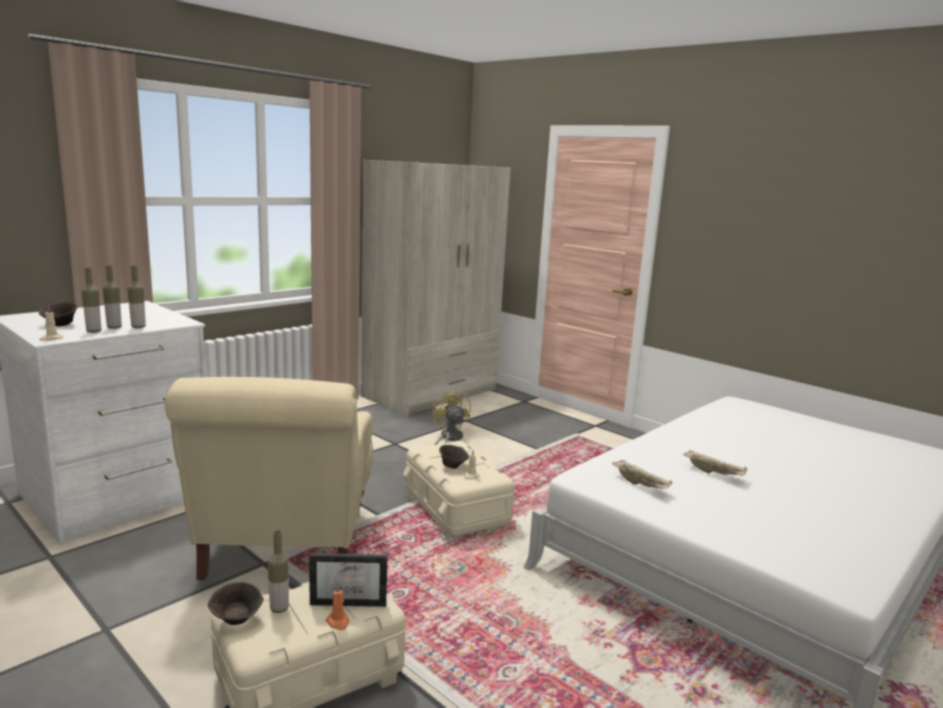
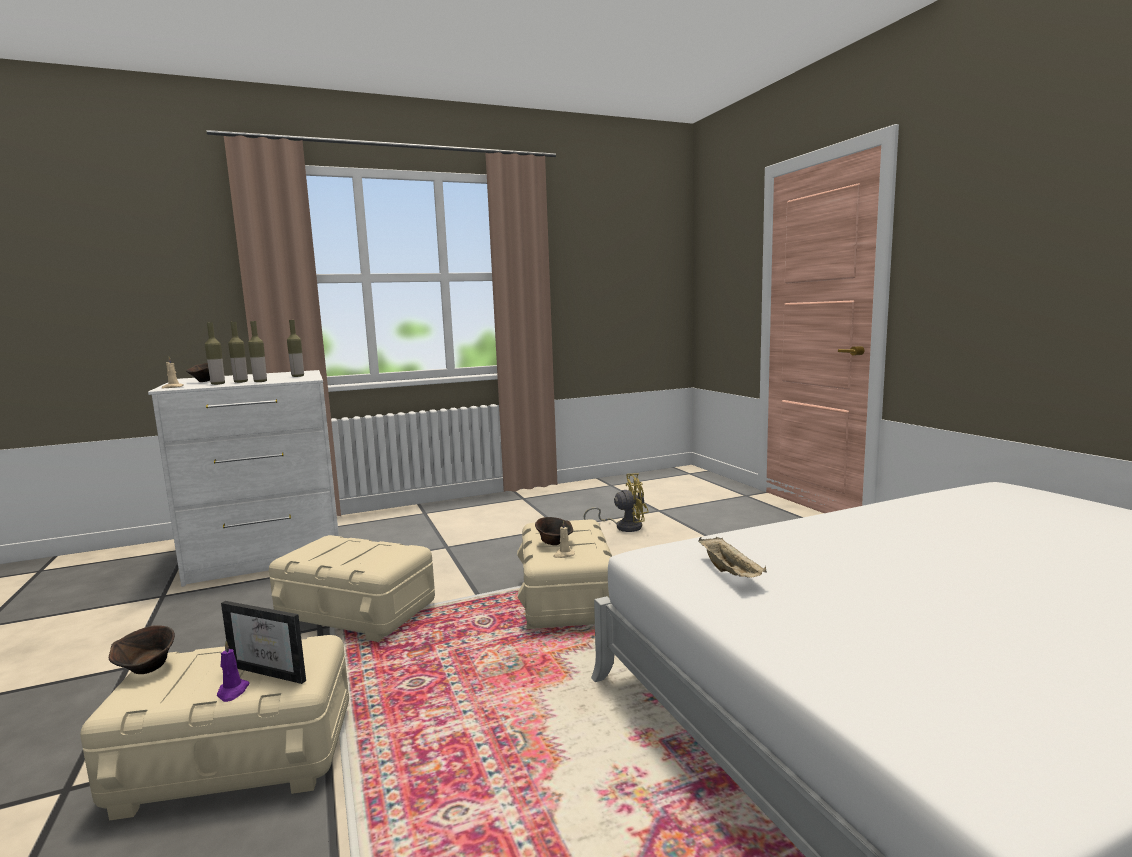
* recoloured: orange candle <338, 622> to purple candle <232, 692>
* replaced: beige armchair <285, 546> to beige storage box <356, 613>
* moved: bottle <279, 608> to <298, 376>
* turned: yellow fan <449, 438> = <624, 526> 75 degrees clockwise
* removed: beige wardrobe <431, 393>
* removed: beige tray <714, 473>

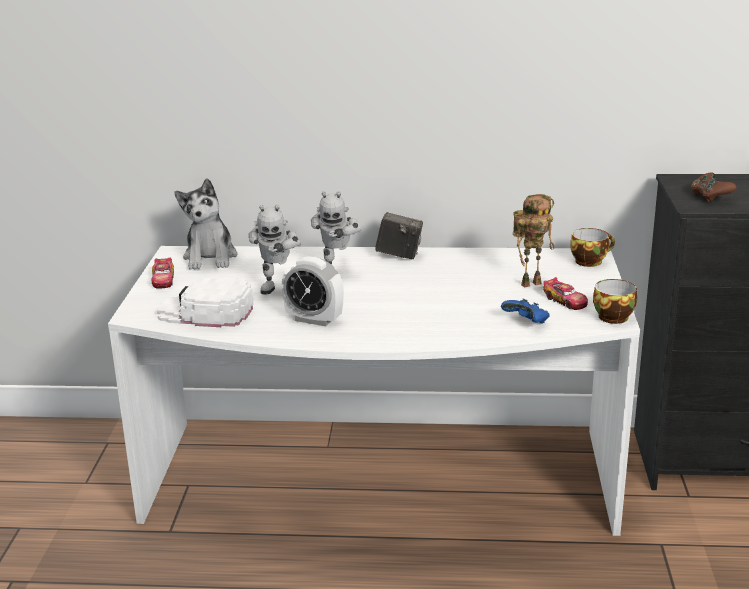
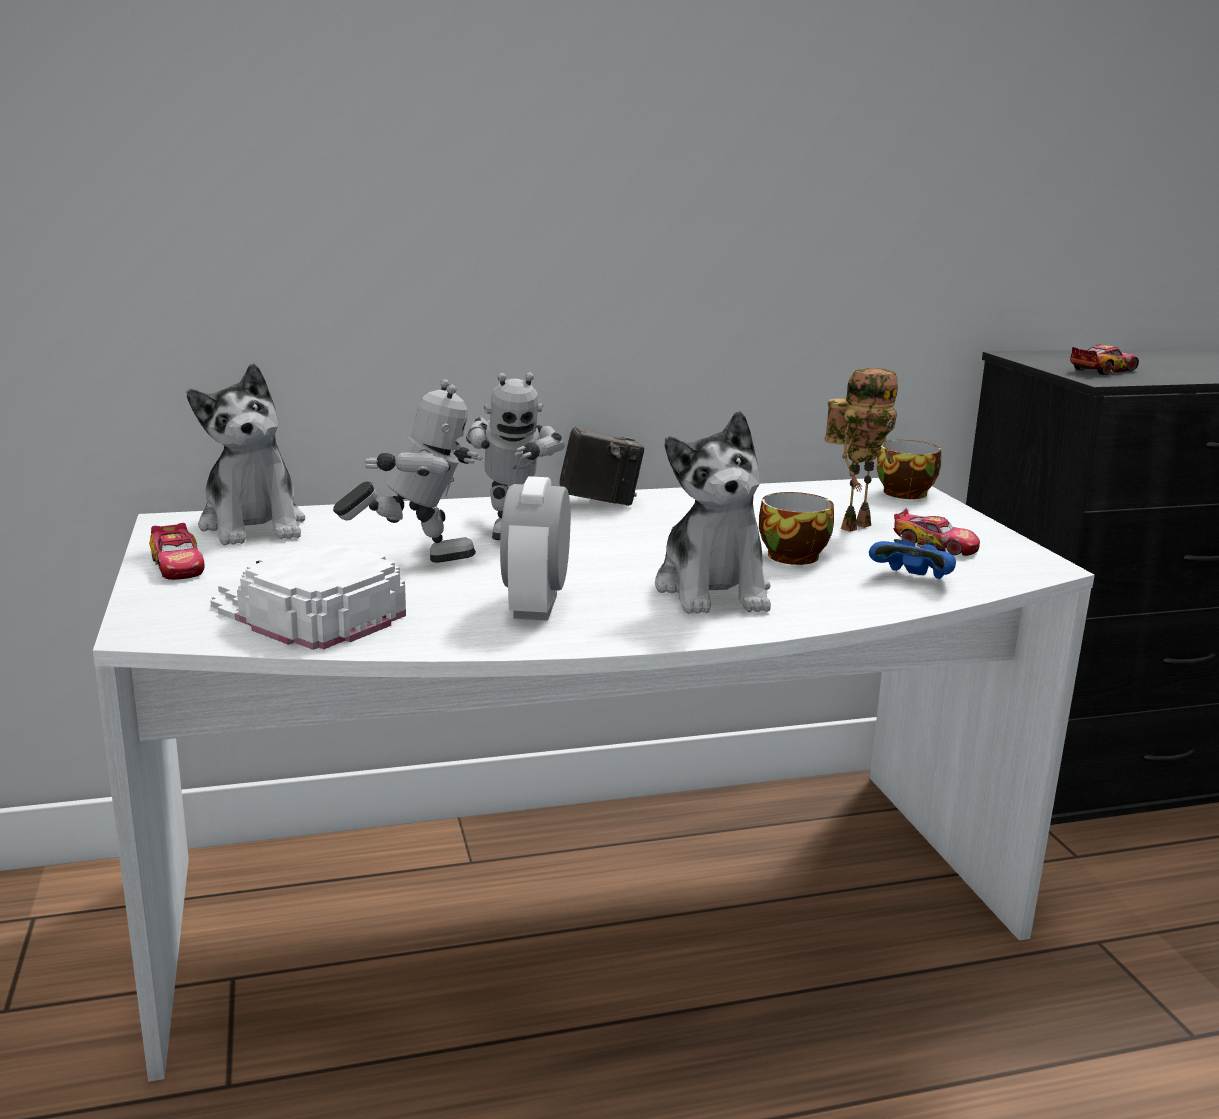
* turned: white cap <206, 312> = <305, 611> 45 degrees clockwise
* turned: toy robot <276, 285> = <417, 558> 90 degrees counterclockwise
* turned: alarm clock <314, 320> = <536, 606> 90 degrees clockwise
* added: plush toy <713, 590>
* moved: cup <613, 316> to <792, 555>
* replaced: brown game controller <710, 197> to toy car <1104, 370>

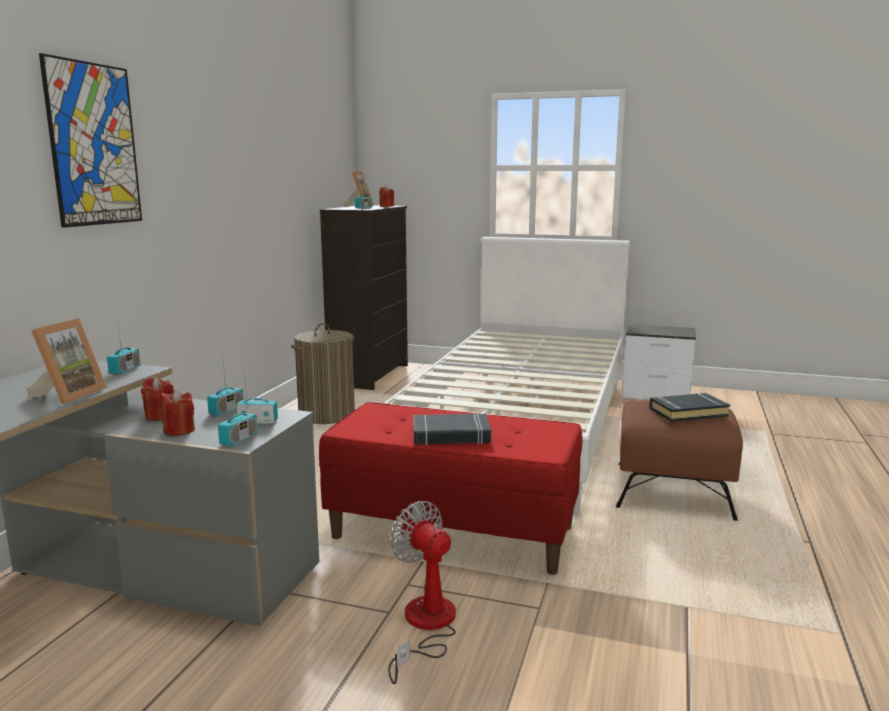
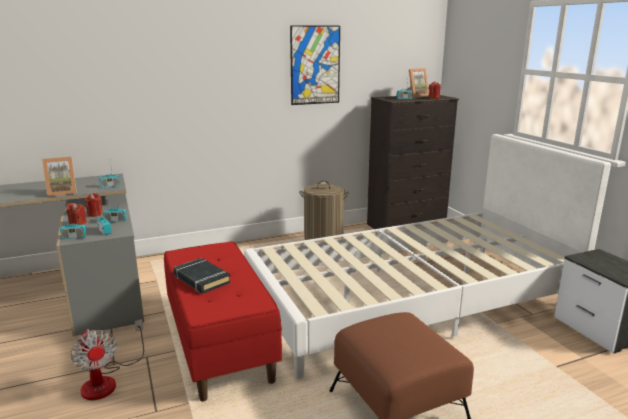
* turned: fan <425, 626> = <107, 381> 135 degrees clockwise
* moved: picture <94, 145> to <315, 65>
* removed: black book <688, 412>

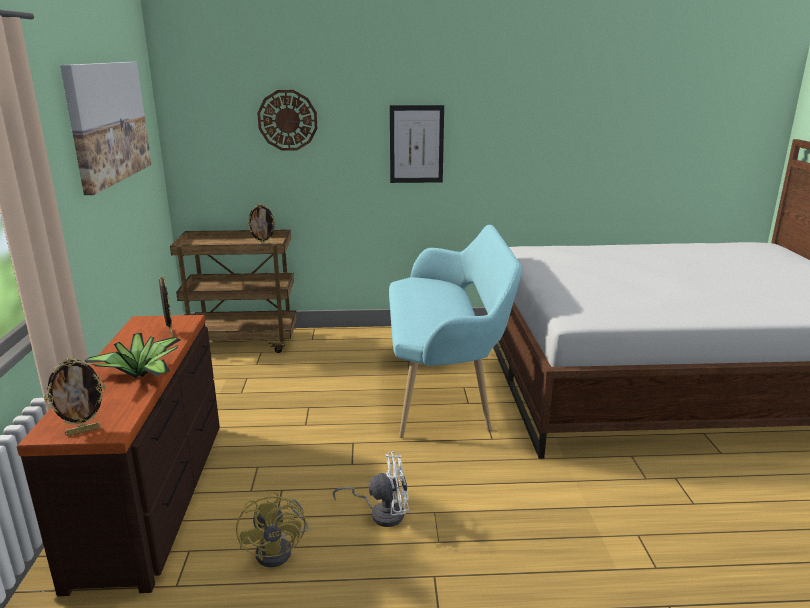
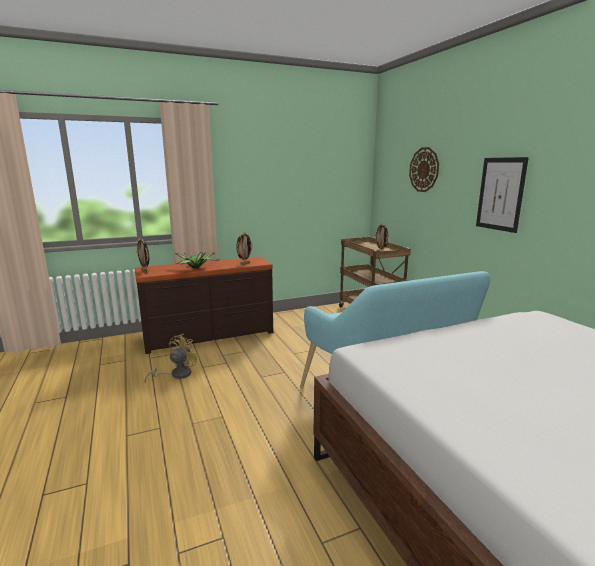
* turned: yellow fan <280, 550> = <176, 374> 150 degrees clockwise
* removed: picture <108, 122>
* removed: white fan <382, 513>

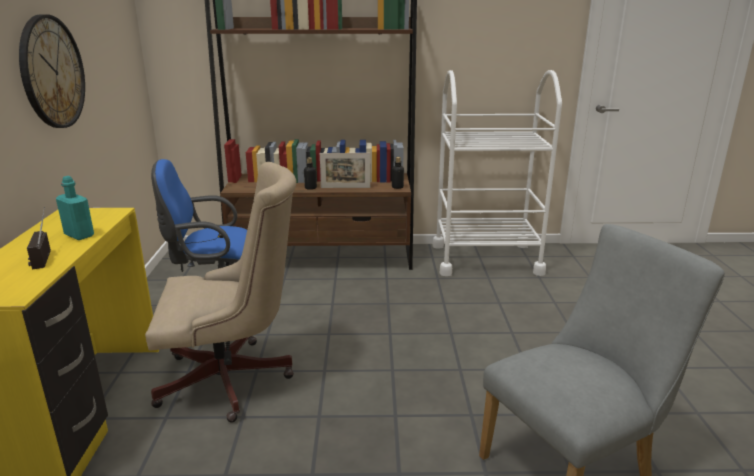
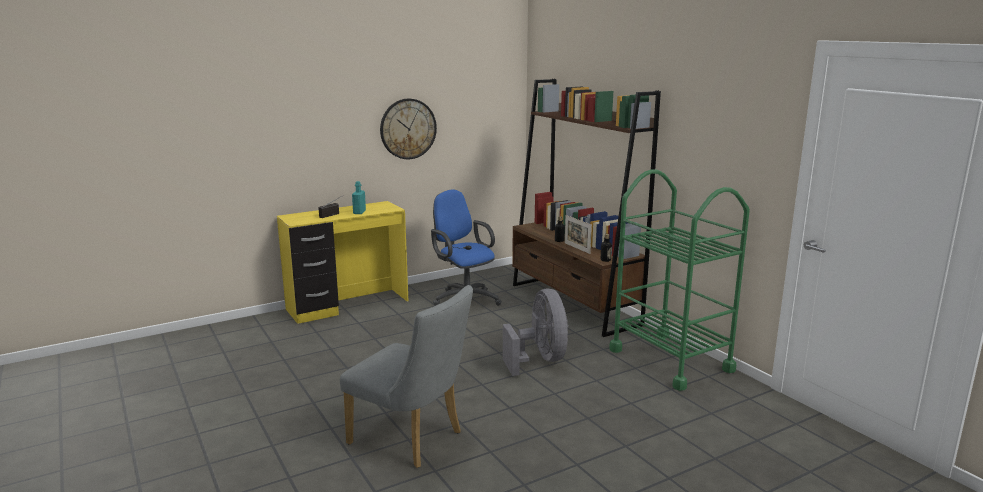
* added: grey fan <540, 360>
* recoloured: white cart <485, 259> to green cart <670, 360>
* removed: beige office chair <233, 380>

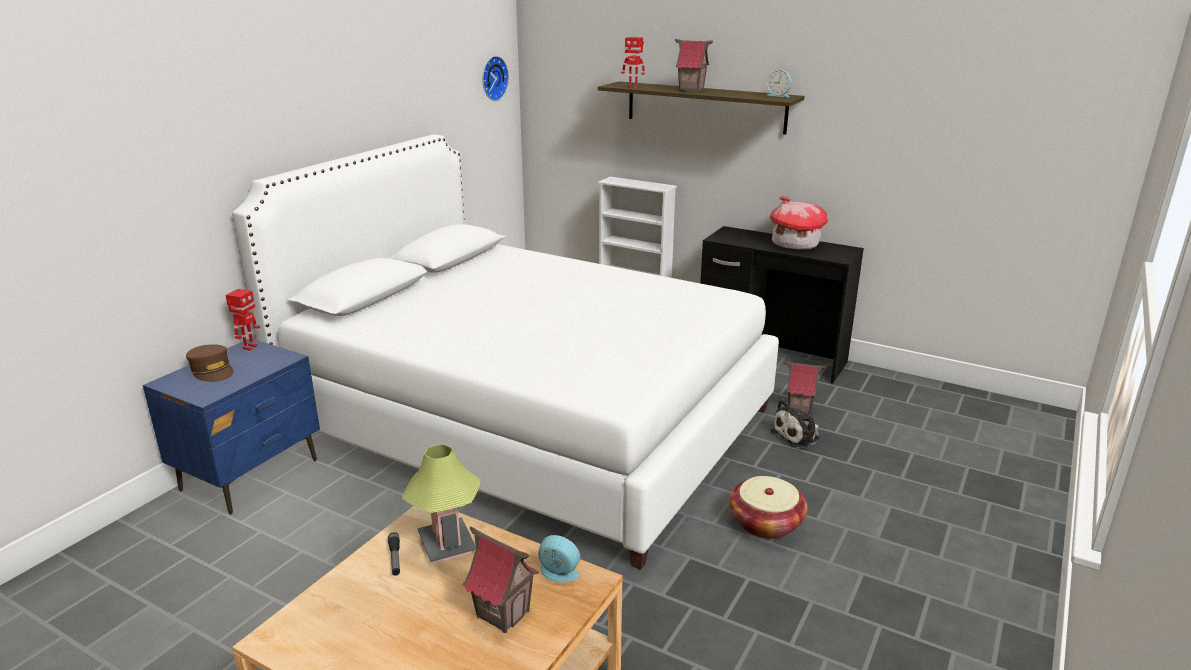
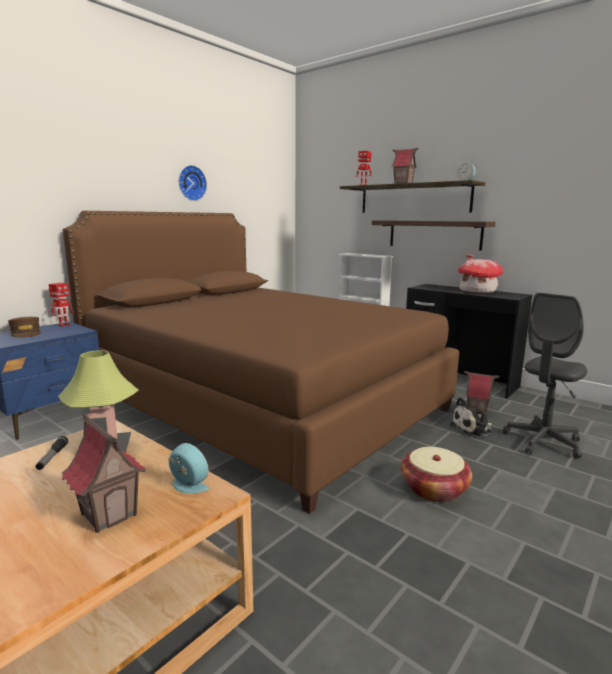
* recoloured: white bed <529, 421> to brown bed <262, 403>
* moved: wall clock <492, 78> to <191, 183>
* added: shelf <434, 234>
* added: grey office chair <543, 442>

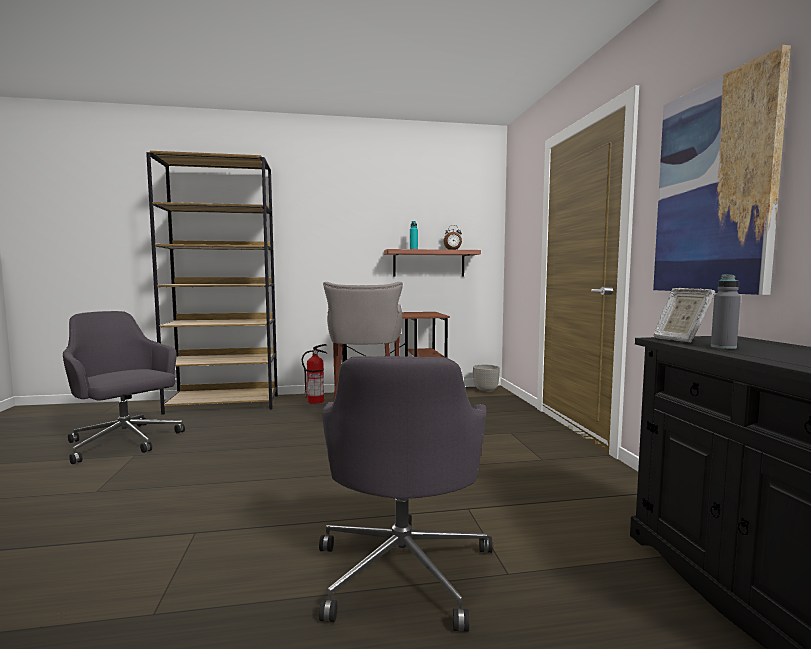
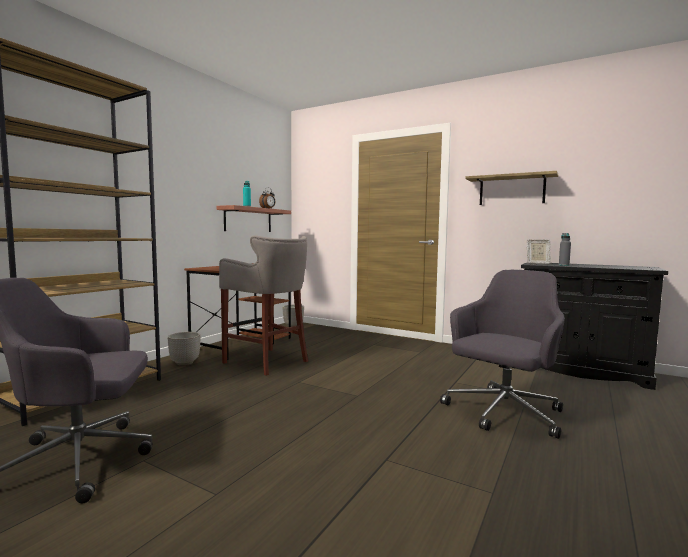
* replaced: fire extinguisher <316, 401> to planter <184, 362>
* turned: grey office chair <403, 568> = <503, 413> 90 degrees counterclockwise
* replaced: picture <714, 188> to shelf <511, 190>

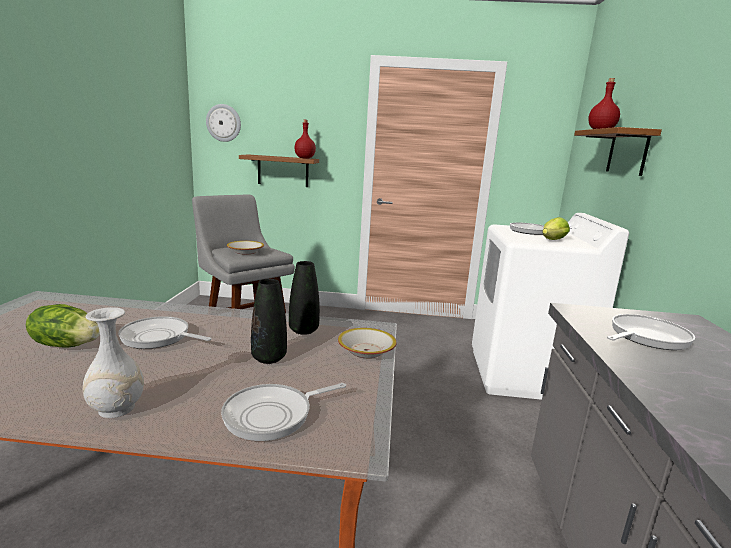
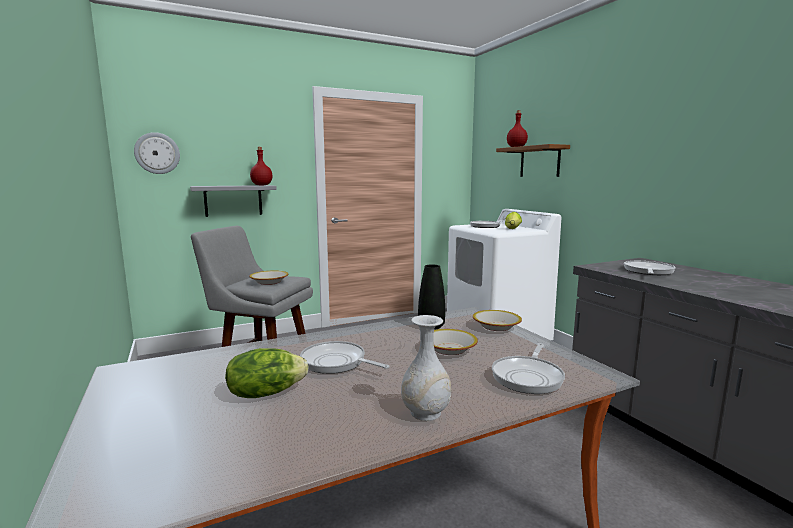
* recoloured: brown shelf <283, 171> to grey shelf <233, 200>
* turned: frying pan <158, 337> = <336, 362> 45 degrees clockwise
* replaced: black vase <269, 358> to bowl <449, 349>

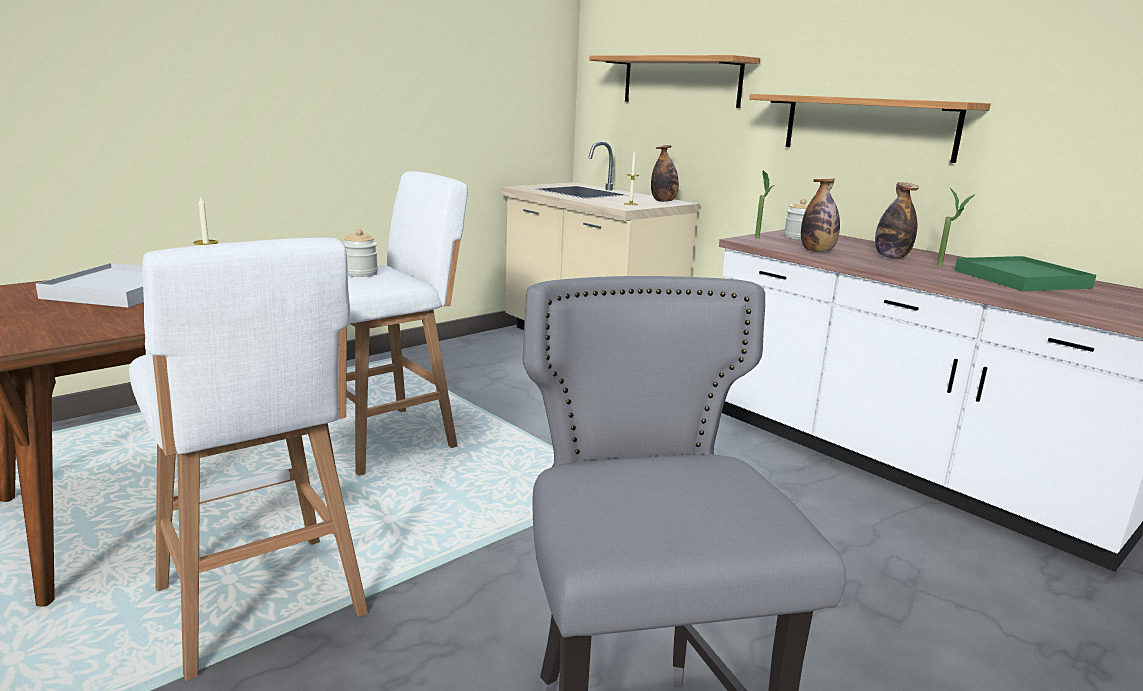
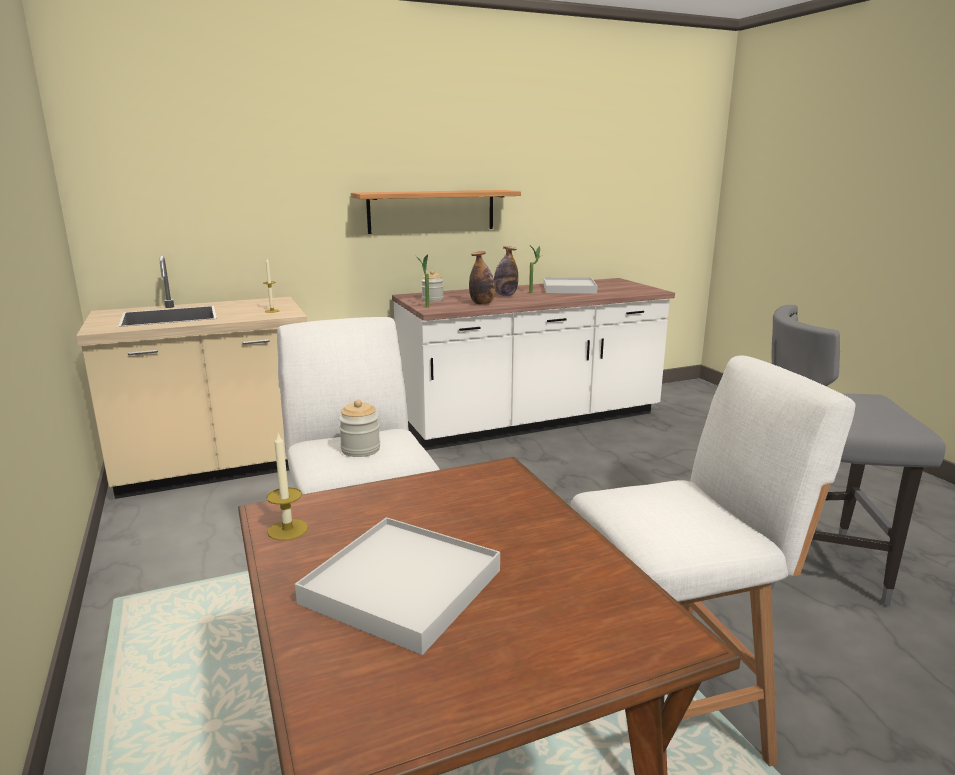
* recoloured: green tray <1021, 279> to white tray <569, 289>
* removed: shelf <680, 81>
* removed: bottle <663, 201>

